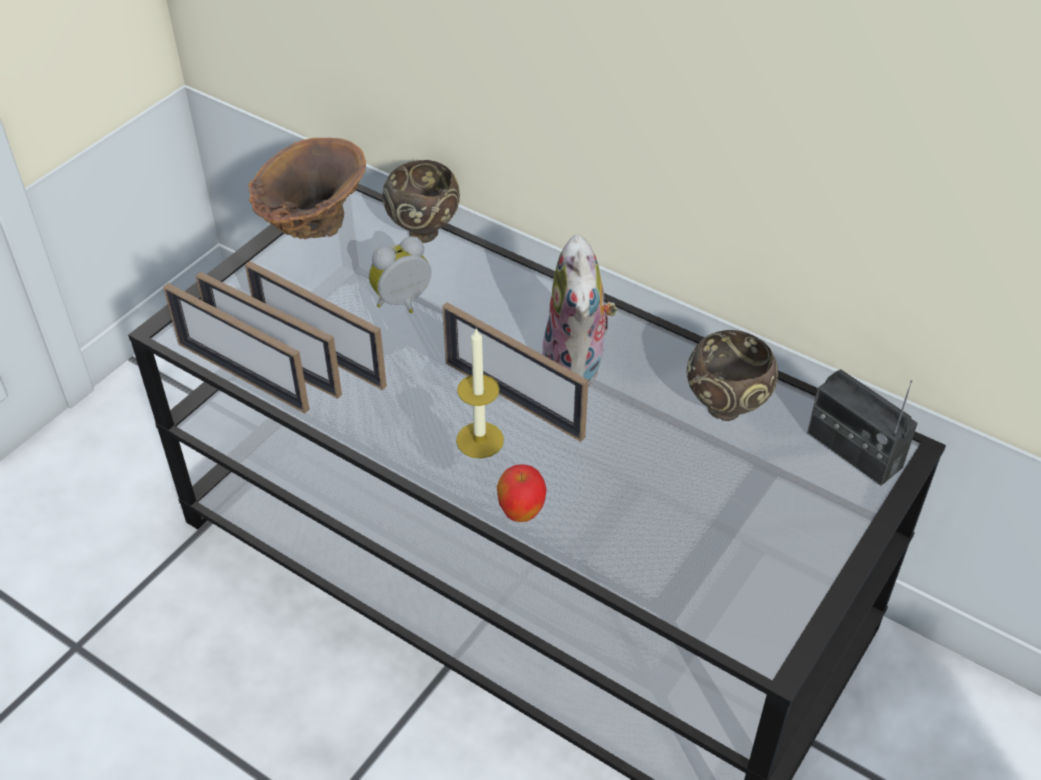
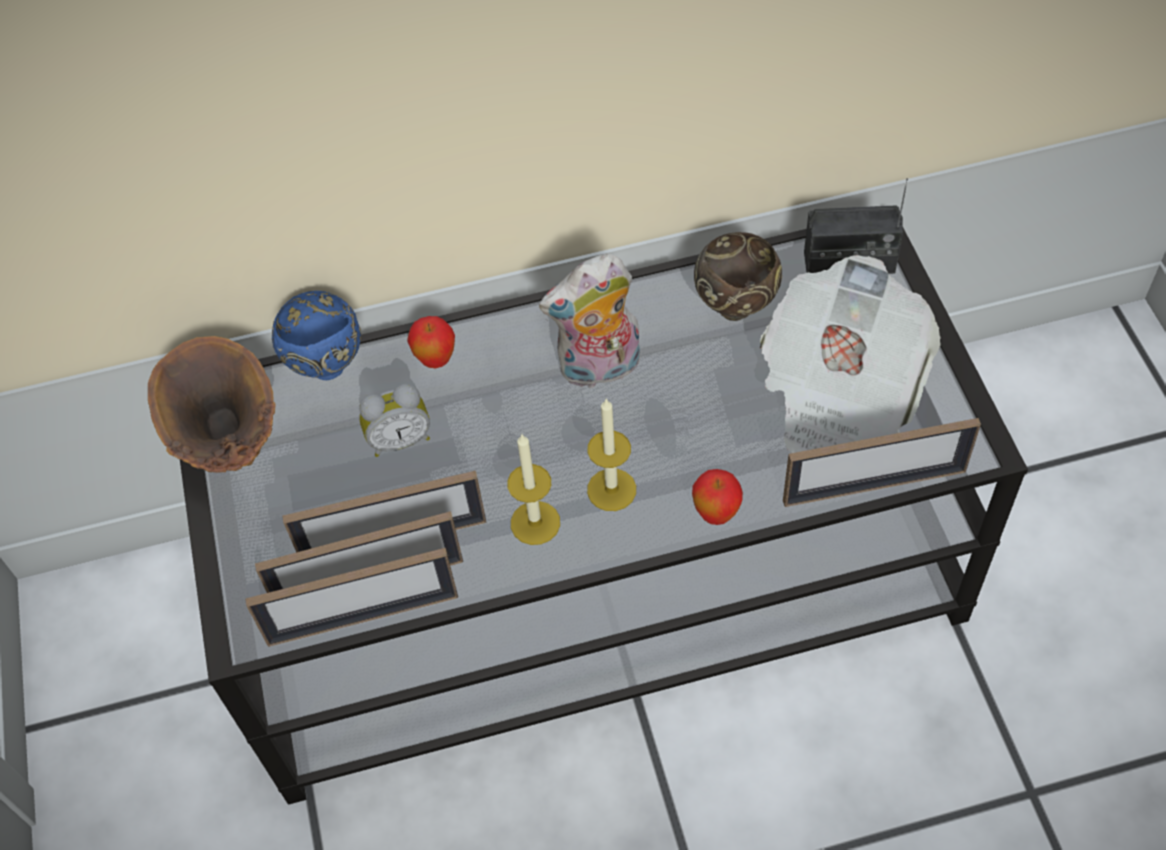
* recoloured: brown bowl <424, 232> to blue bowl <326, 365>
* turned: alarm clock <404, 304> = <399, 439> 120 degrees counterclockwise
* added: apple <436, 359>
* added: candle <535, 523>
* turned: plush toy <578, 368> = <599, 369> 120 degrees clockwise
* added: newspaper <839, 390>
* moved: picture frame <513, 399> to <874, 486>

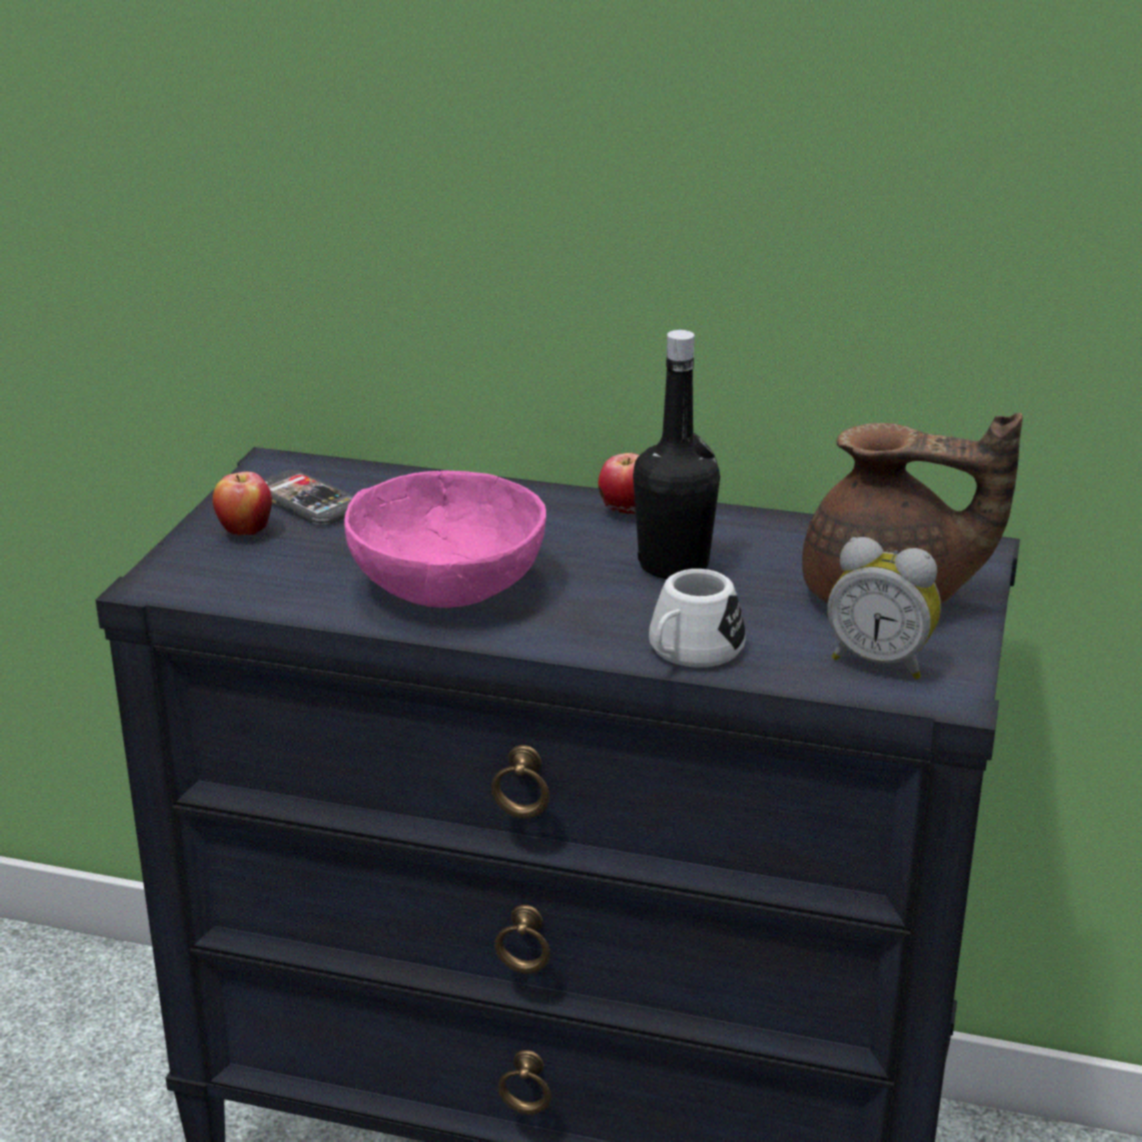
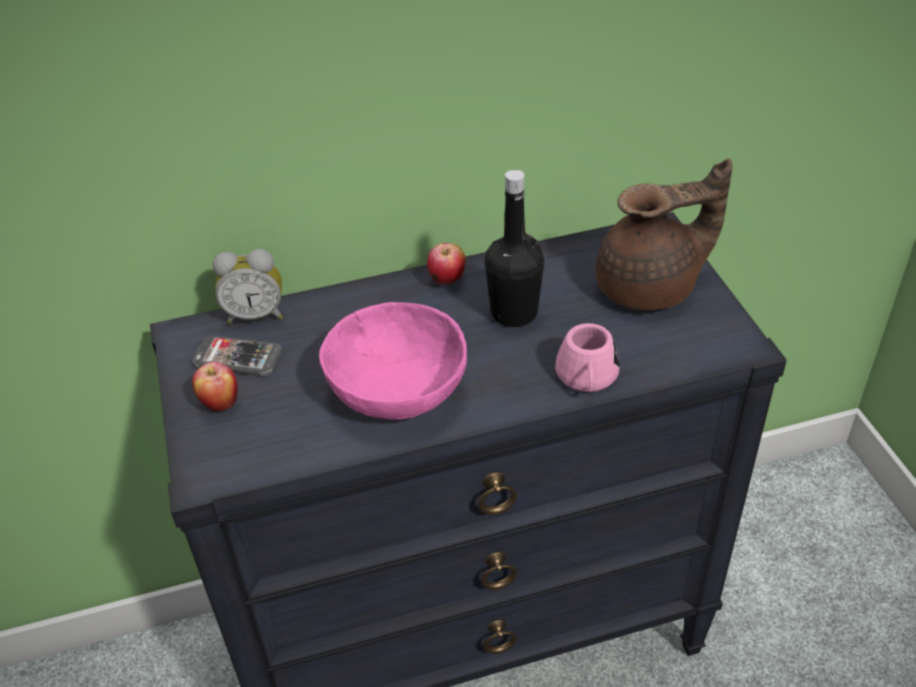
* moved: alarm clock <880, 661> to <255, 314>
* recoloured: white mug <689, 653> to pink mug <587, 379>

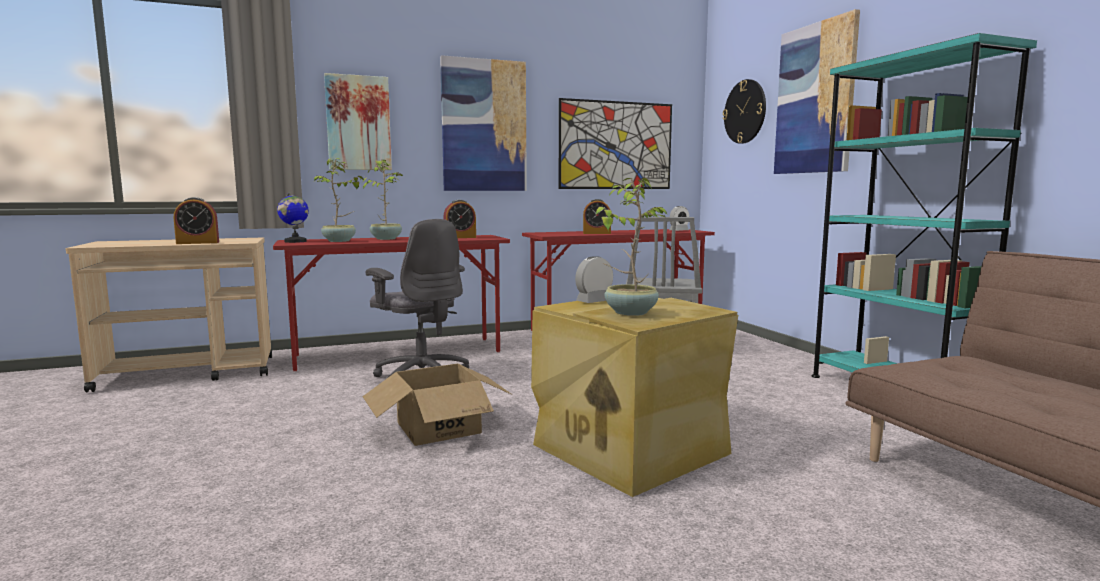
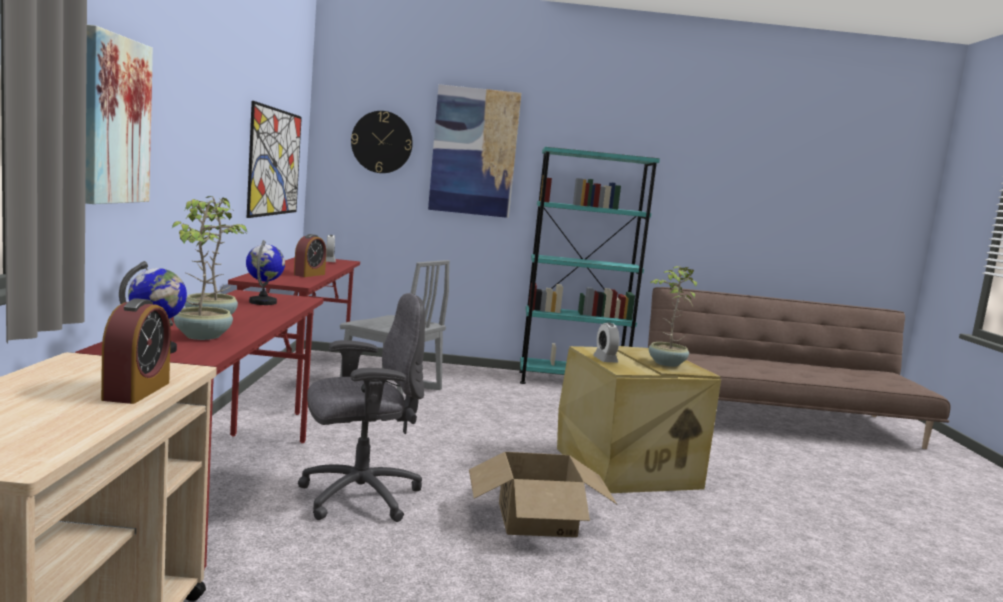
* replaced: alarm clock <460, 237> to globe <263, 302>
* removed: picture <484, 126>

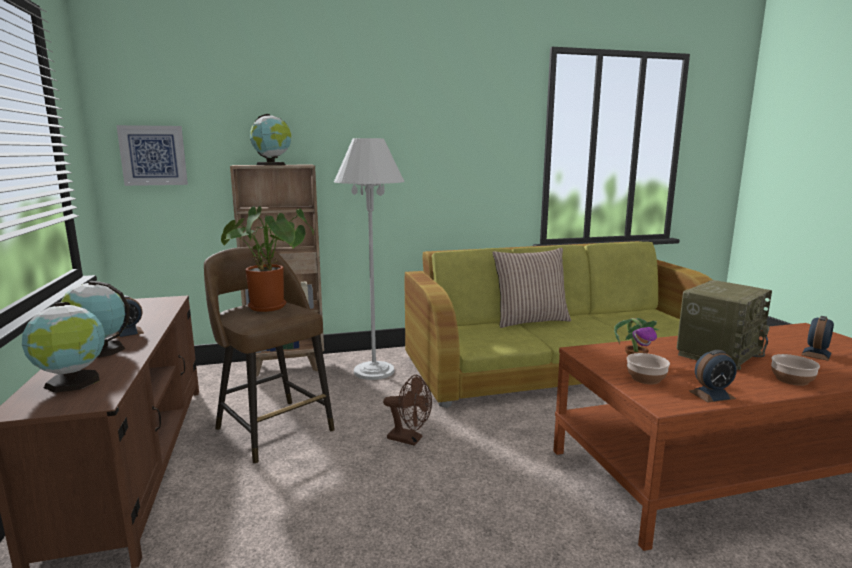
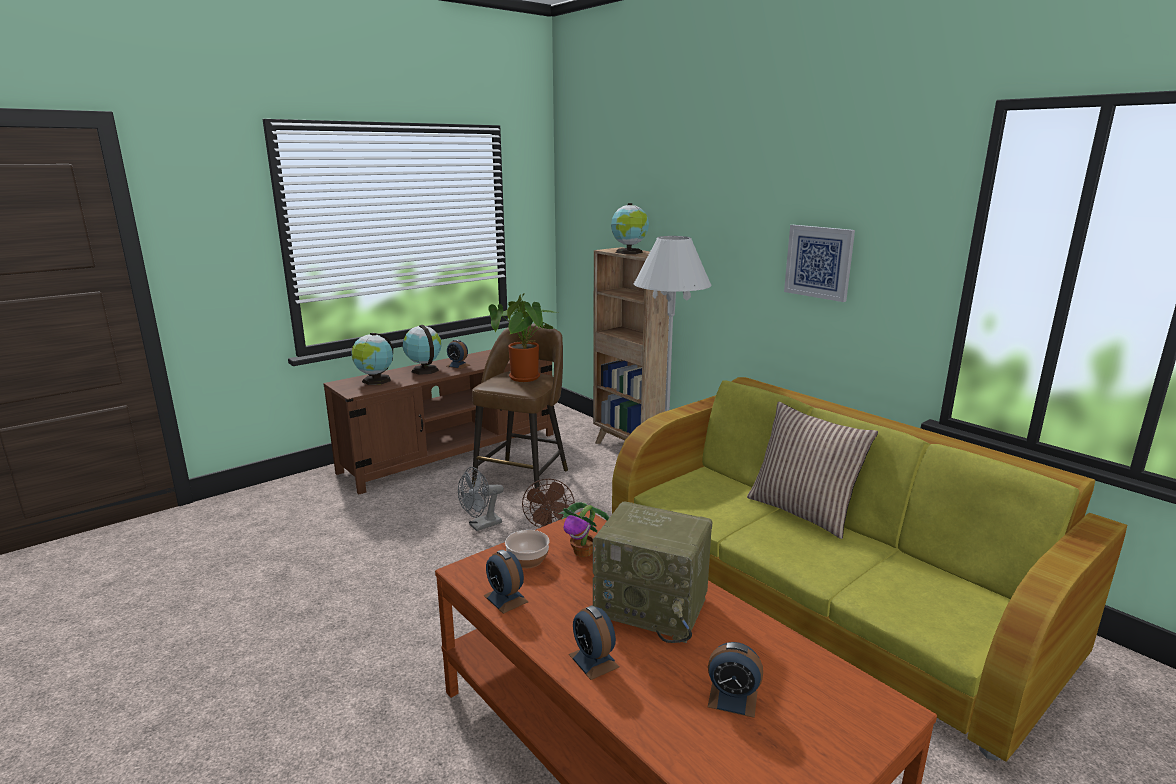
* added: grey fan <481, 526>
* replaced: bowl <792, 379> to alarm clock <593, 660>
* moved: picture <153, 155> to <819, 262>

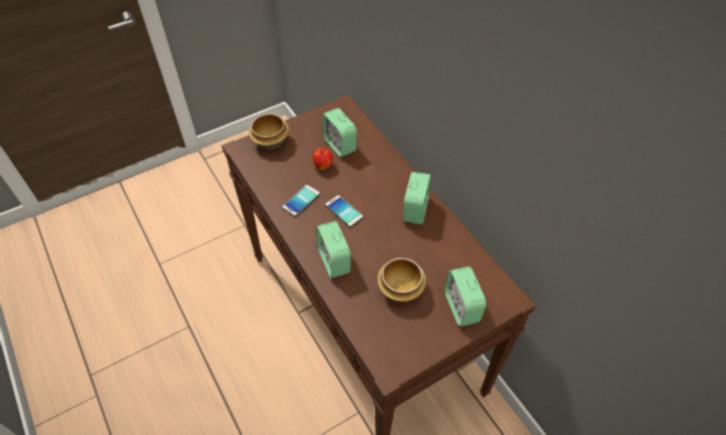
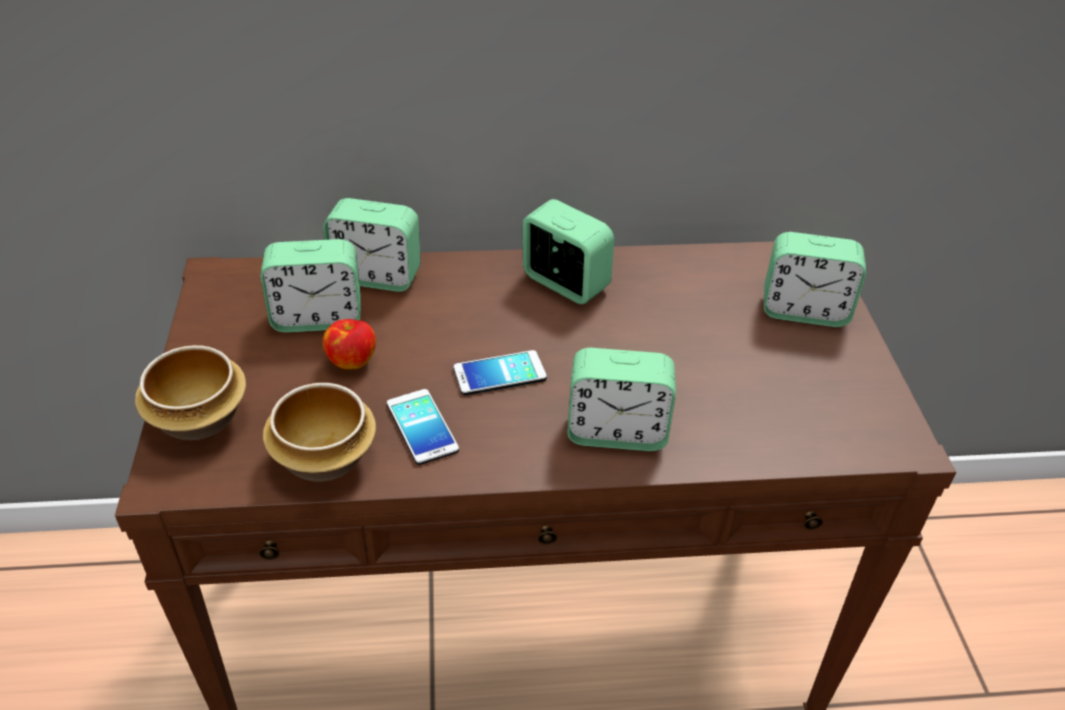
* moved: bowl <401, 288> to <324, 456>
* added: alarm clock <376, 276>

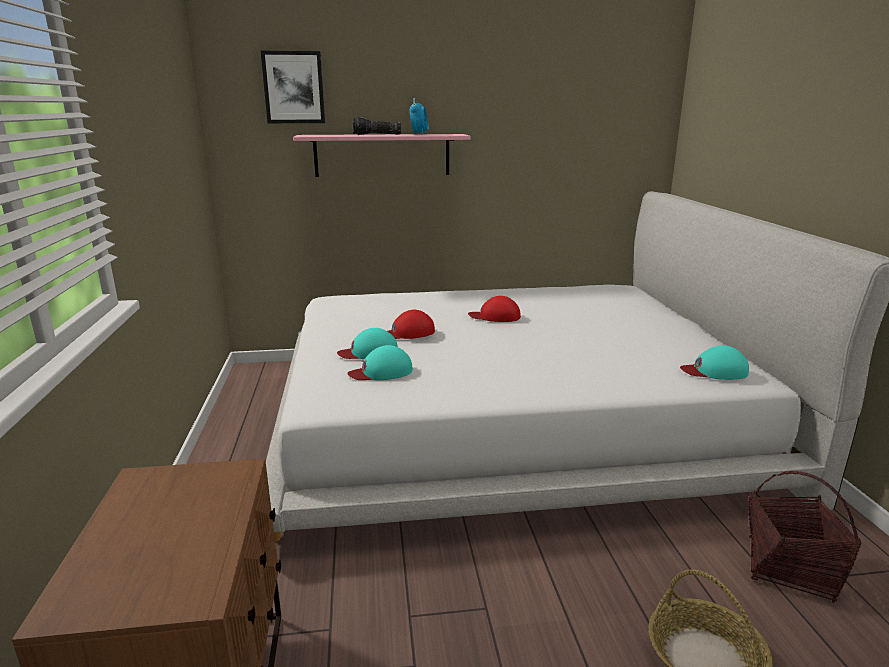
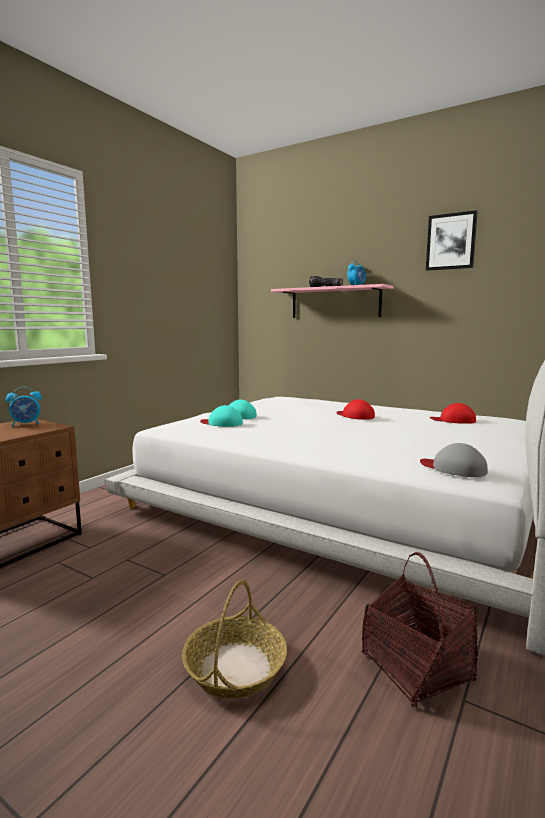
* added: alarm clock <26, 424>
* recoloured: turquoise cap <714, 371> to grey cap <453, 468>
* moved: picture <294, 87> to <451, 241>
* moved: red cap <408, 332> to <453, 420>

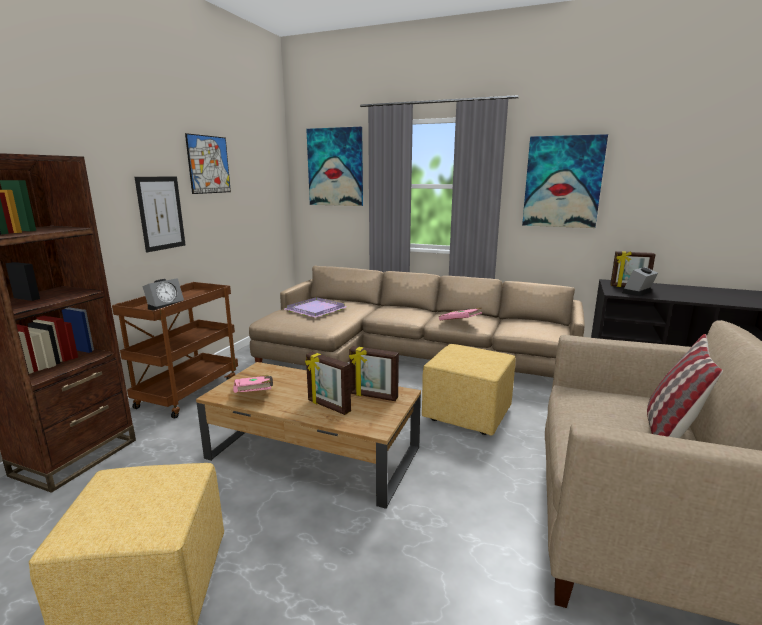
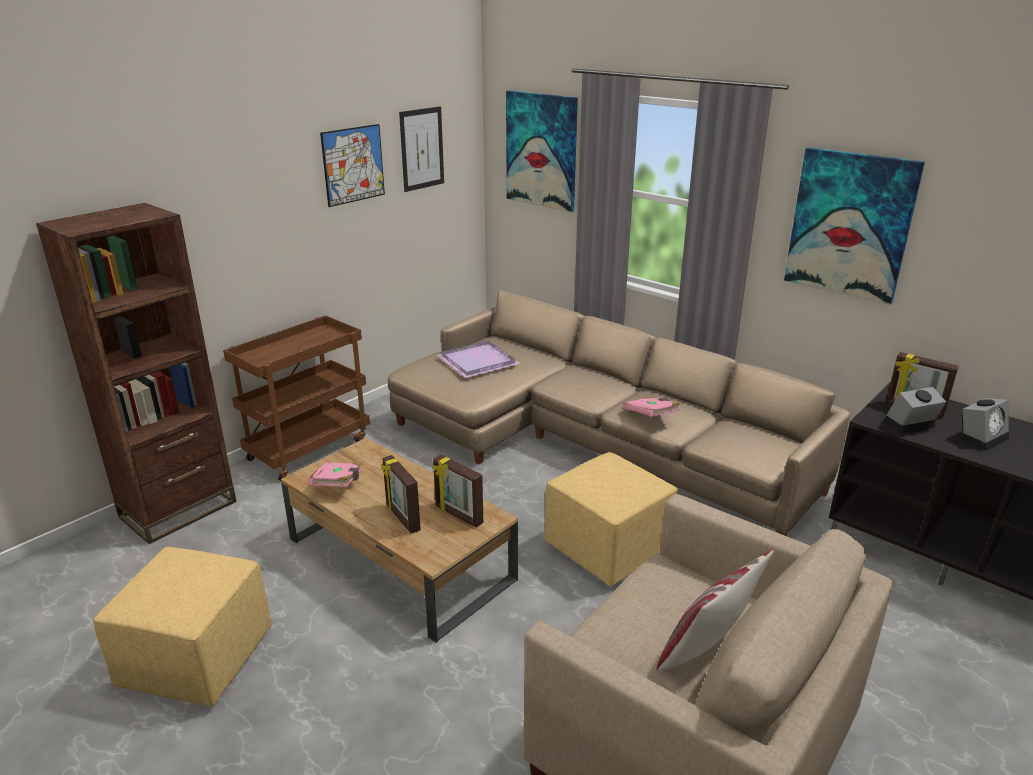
* moved: picture <161, 213> to <422, 149>
* moved: alarm clock <166, 306> to <982, 437>

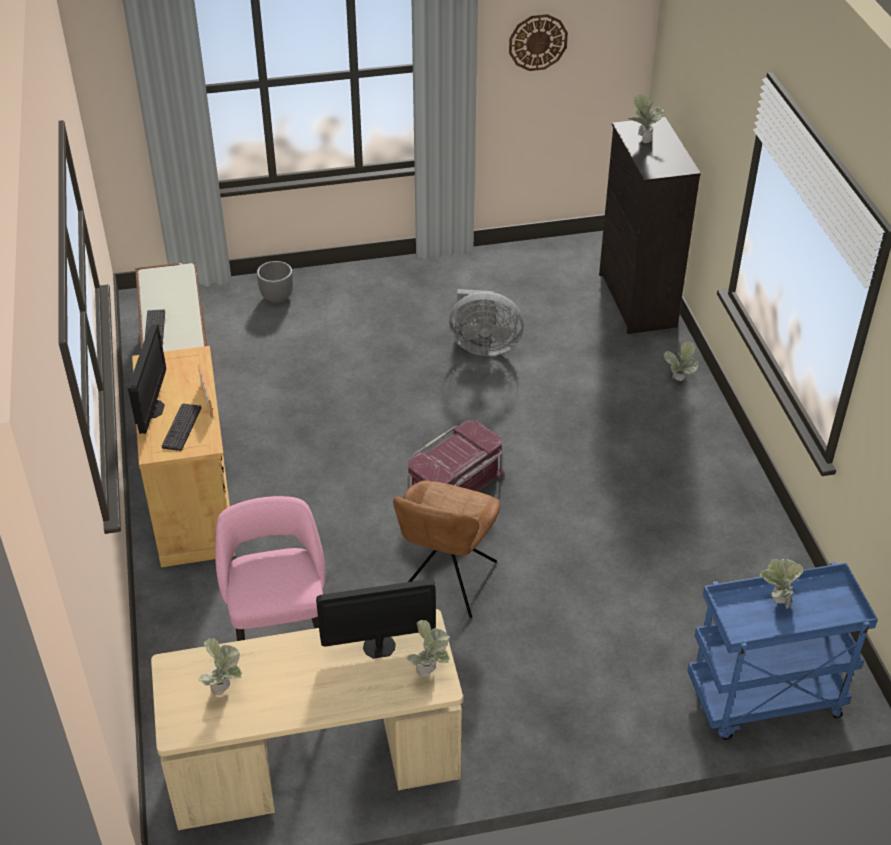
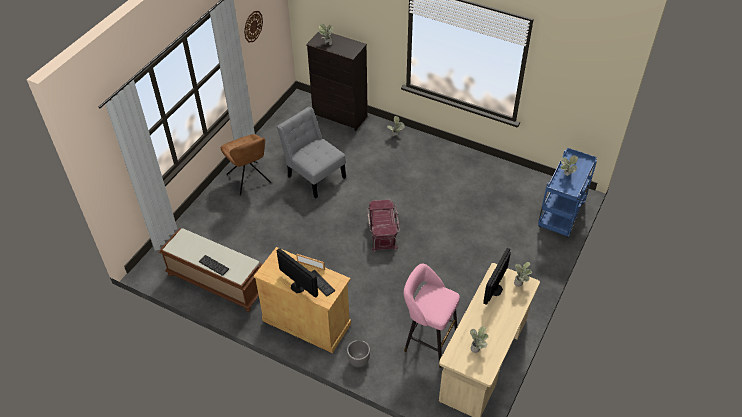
* moved: brown chair <445, 582> to <249, 179>
* replaced: grey fan <483, 346> to grey chair <314, 175>
* moved: grey planter <277, 297> to <359, 361>

